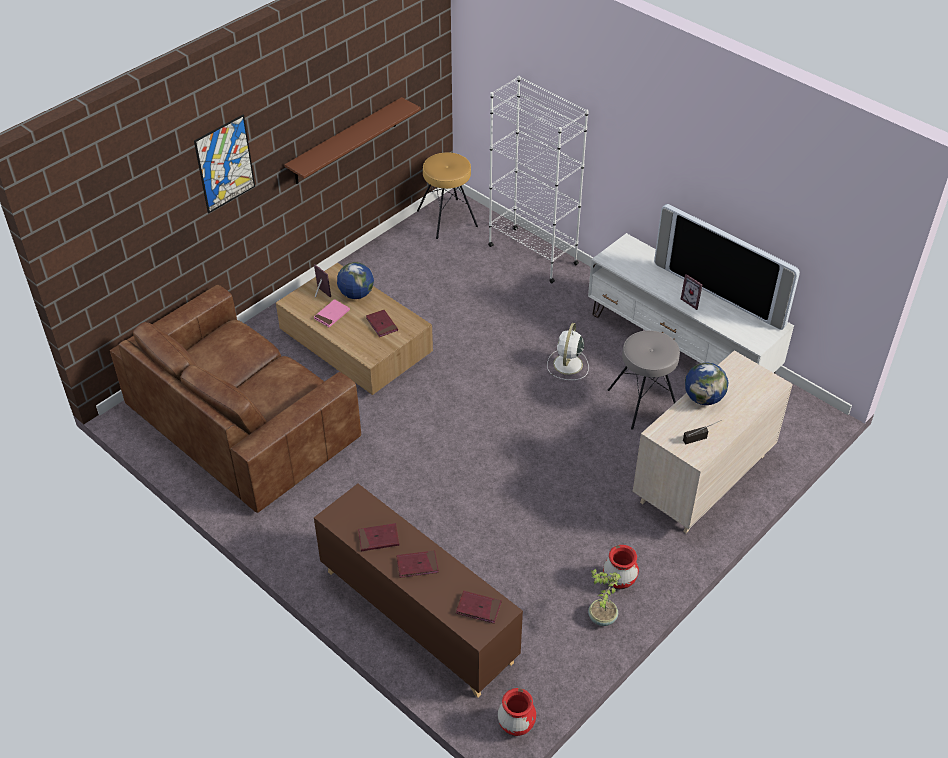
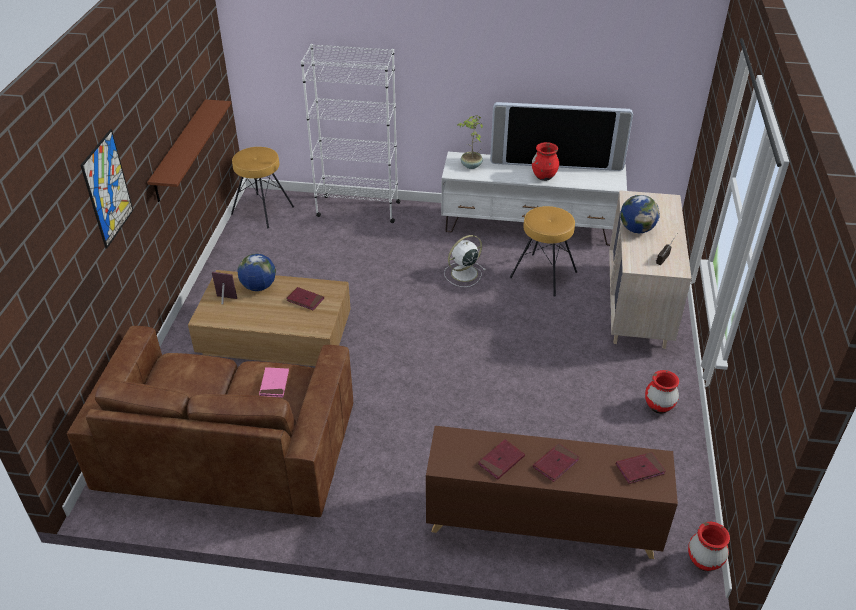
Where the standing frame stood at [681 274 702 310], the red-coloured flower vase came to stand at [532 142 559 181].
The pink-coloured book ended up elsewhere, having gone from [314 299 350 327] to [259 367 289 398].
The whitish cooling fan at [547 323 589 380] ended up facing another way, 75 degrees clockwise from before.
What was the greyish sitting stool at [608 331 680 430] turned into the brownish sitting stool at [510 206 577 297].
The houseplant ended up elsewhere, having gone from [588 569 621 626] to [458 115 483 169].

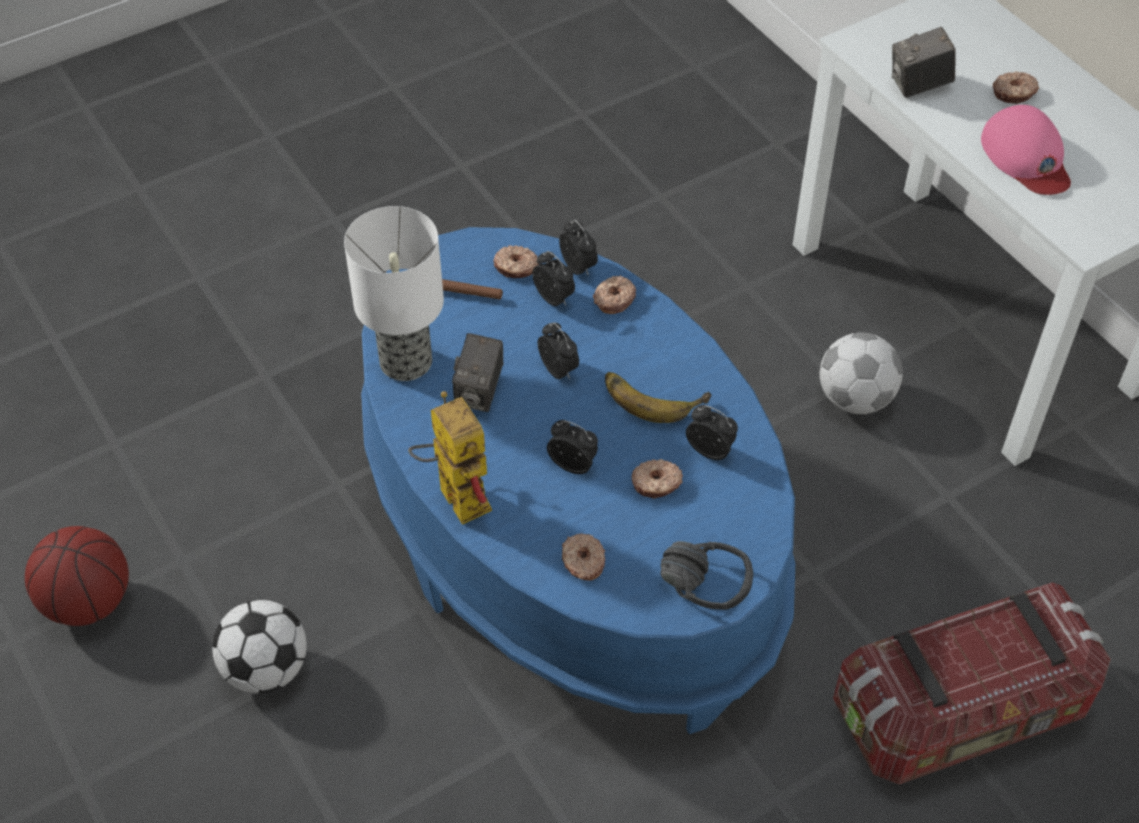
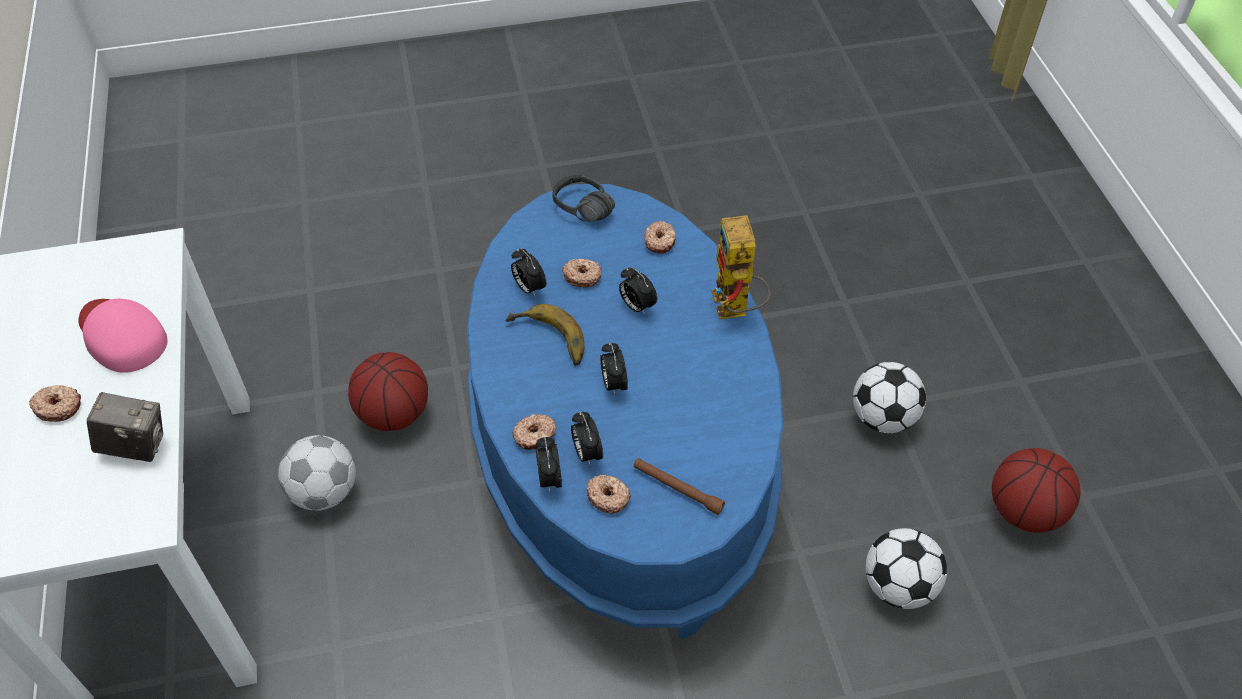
The pink-coloured cap at [981 105 1071 195] ended up facing another way, 45 degrees counterclockwise from before.
The second view lost the table lamp at [344 206 444 381].
The second view lost the photo camera at [452 333 503 412].
The second view lost the storage box at [833 582 1111 784].
The second view gained the basketball at [348 352 428 431].
The second view gained the ball for football at [865 528 947 609].

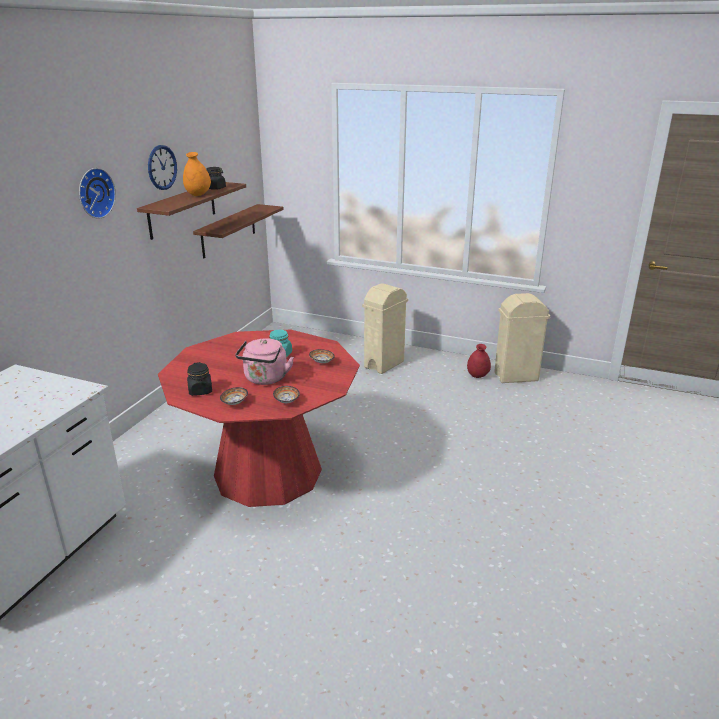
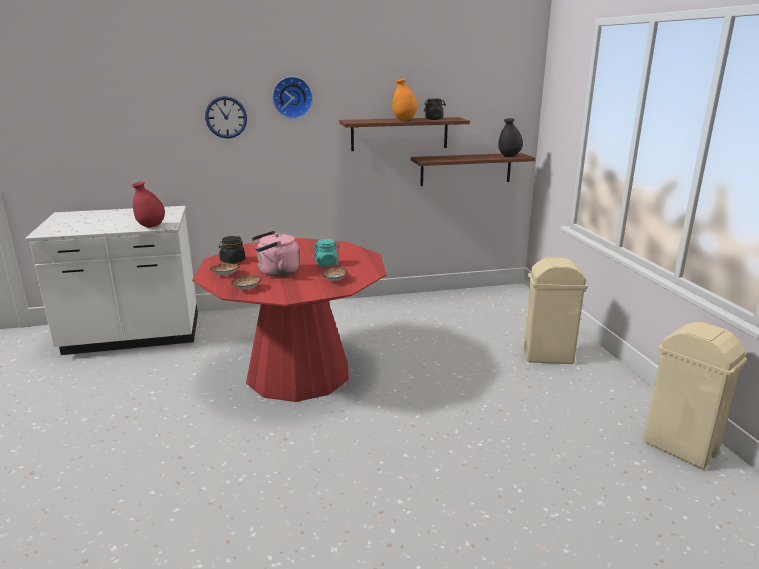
The wall clock ended up elsewhere, having gone from [148 145 177 190] to [205 96 247 139].
The red-coloured flower vase ended up elsewhere, having gone from [467 344 491 378] to [132 182 165 228].
The second view gained the blackish flower vase at [498 118 523 157].

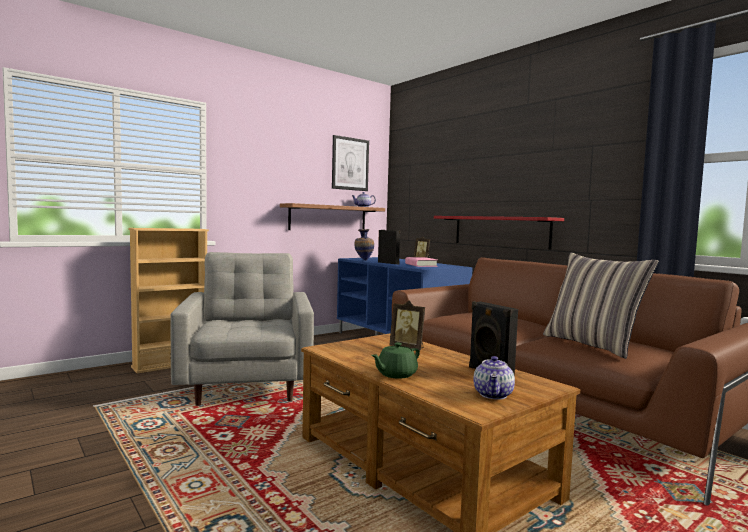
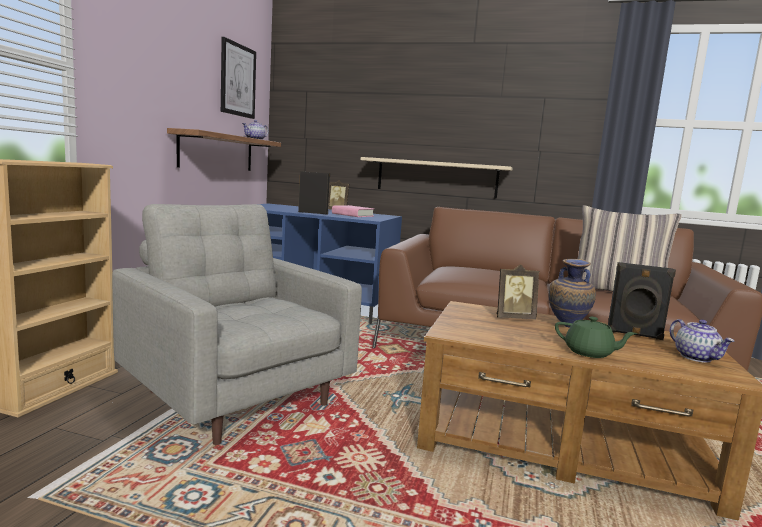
What was the red-coloured bracket shelf at [434 216 564 250] turned into the beige-coloured bracket shelf at [361 157 512 199].
The flower vase ended up elsewhere, having gone from [354 229 374 261] to [549 259 596 328].
The greenish pot for tea at [371 342 420 379] ended up facing another way, 75 degrees counterclockwise from before.

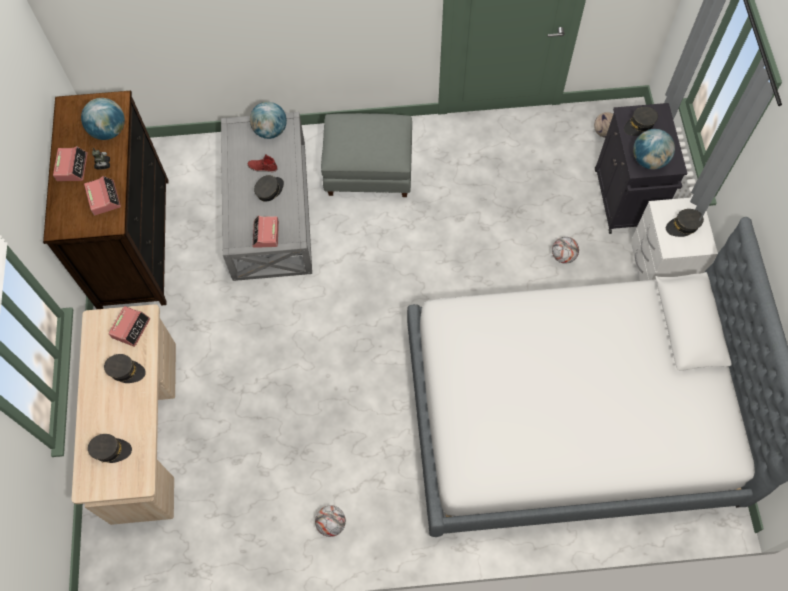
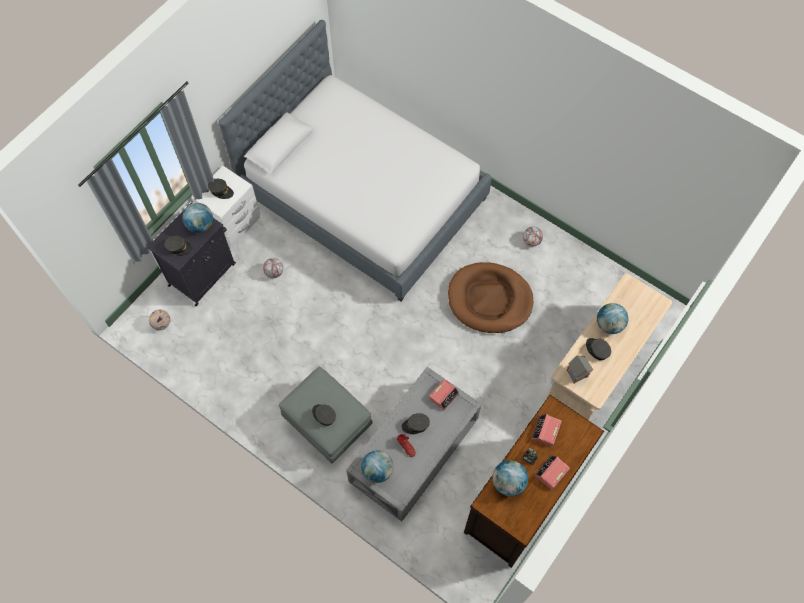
Where the bedside clock stood at [108 306 151 347], the toy house came to stand at [566 355 593 384].
The greyish cap ended up elsewhere, having gone from [88 434 132 463] to [312 404 336 426].
The second view gained the brownish pet bed at [448 262 533 333].
The second view gained the globe at [597 303 628 334].

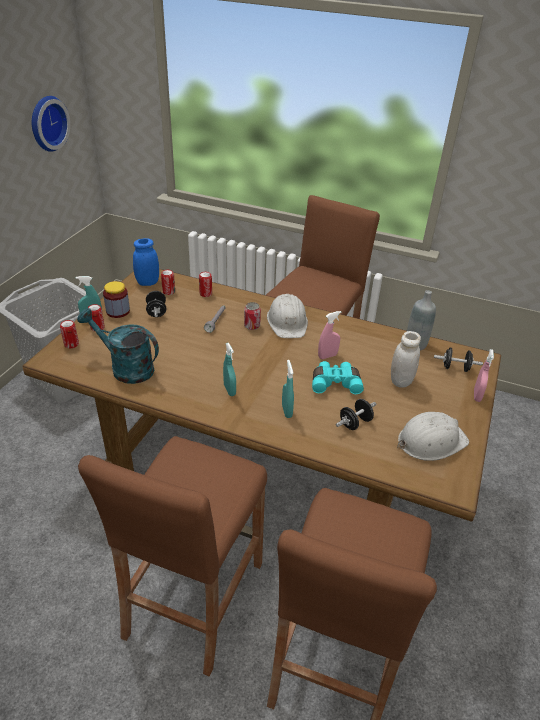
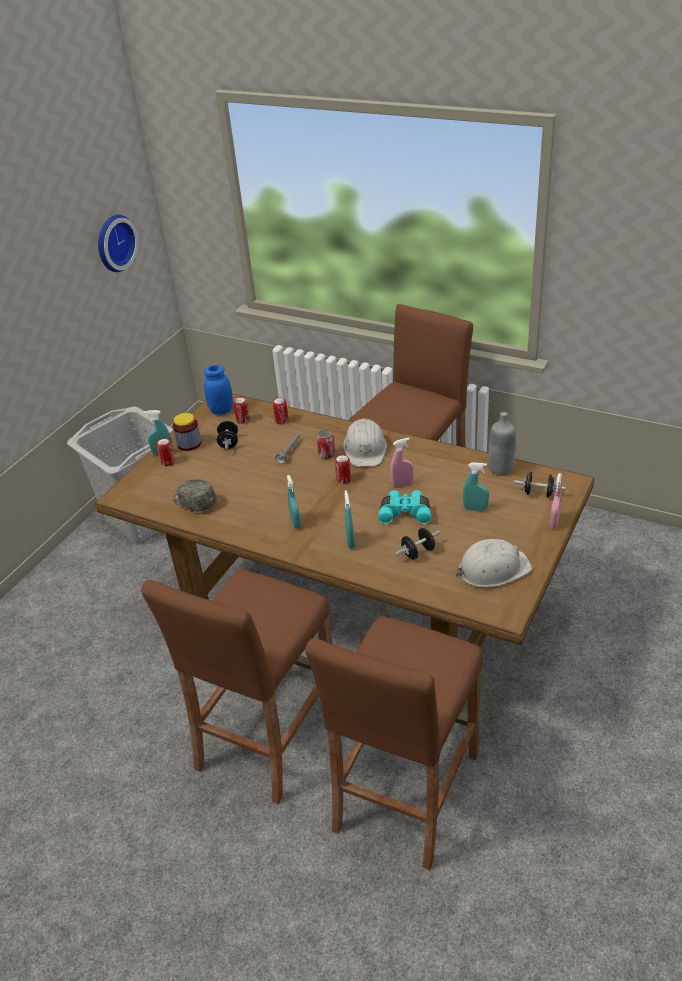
Where the turquoise sprinkling can stood at [77 308 159 384], the greyish cap came to stand at [173 479 217 512].
The can ended up elsewhere, having gone from [60 320 79 348] to [335 455 351 484].
Where the whitish storage jar stood at [391 331 421 388], the turquoise hand sprayer came to stand at [463 462 489 511].

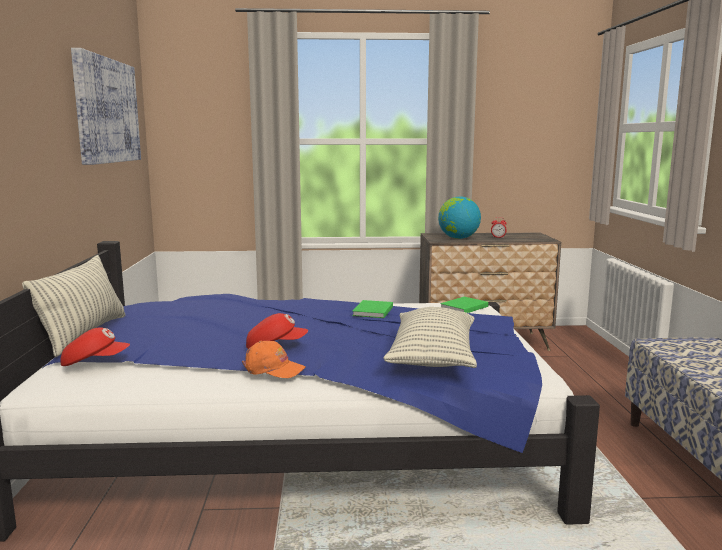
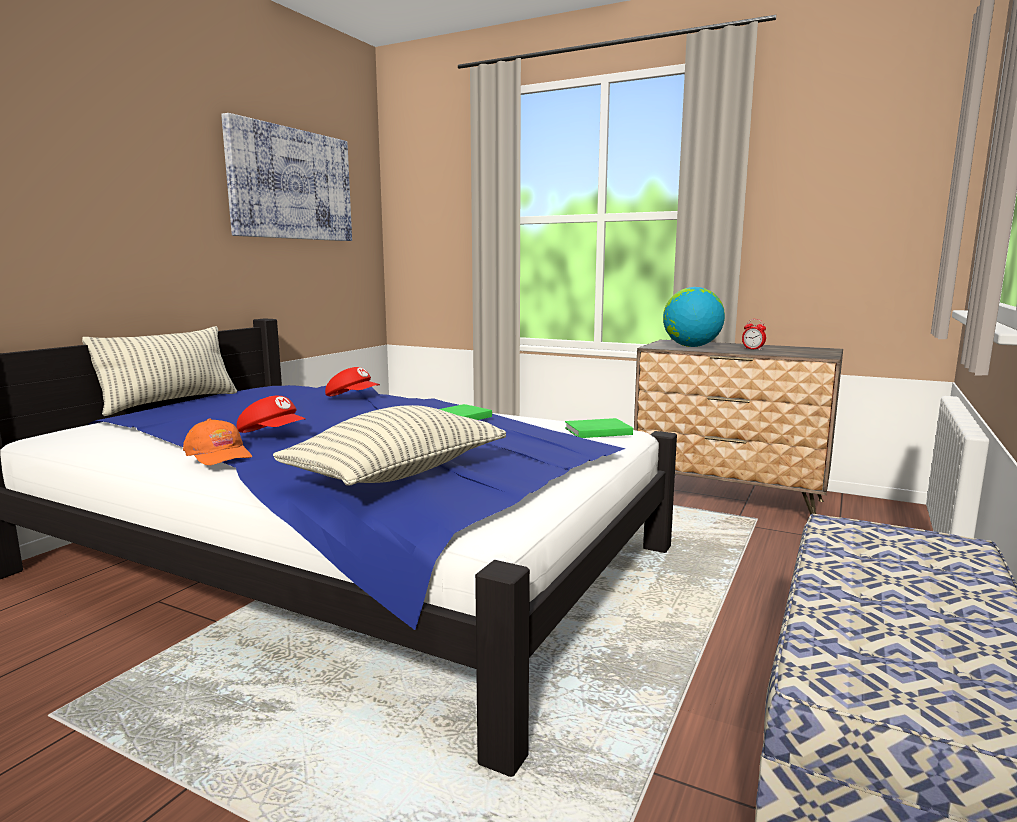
The red-coloured cap ended up elsewhere, having gone from [60 327 130 366] to [325 367 380 396].

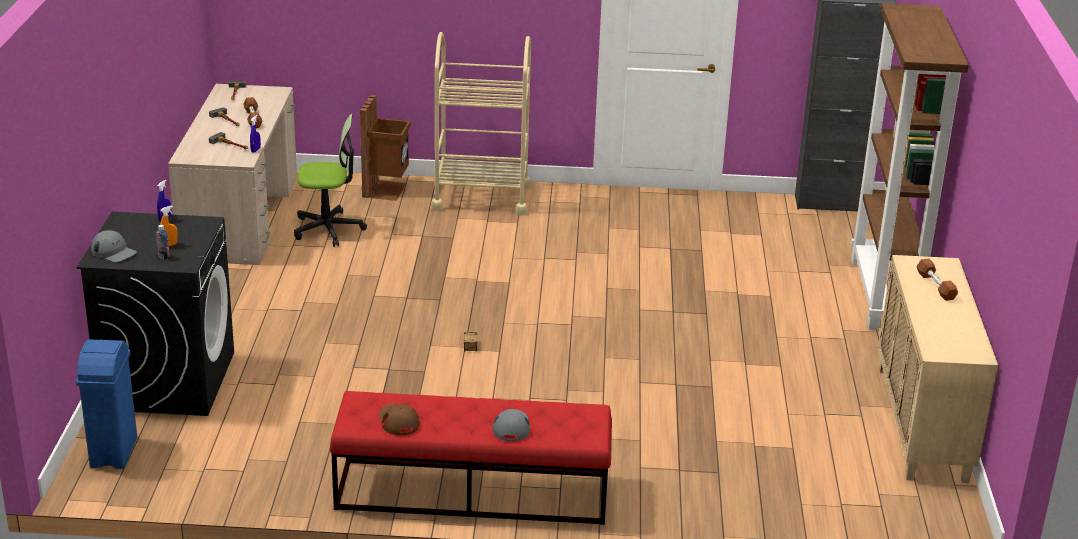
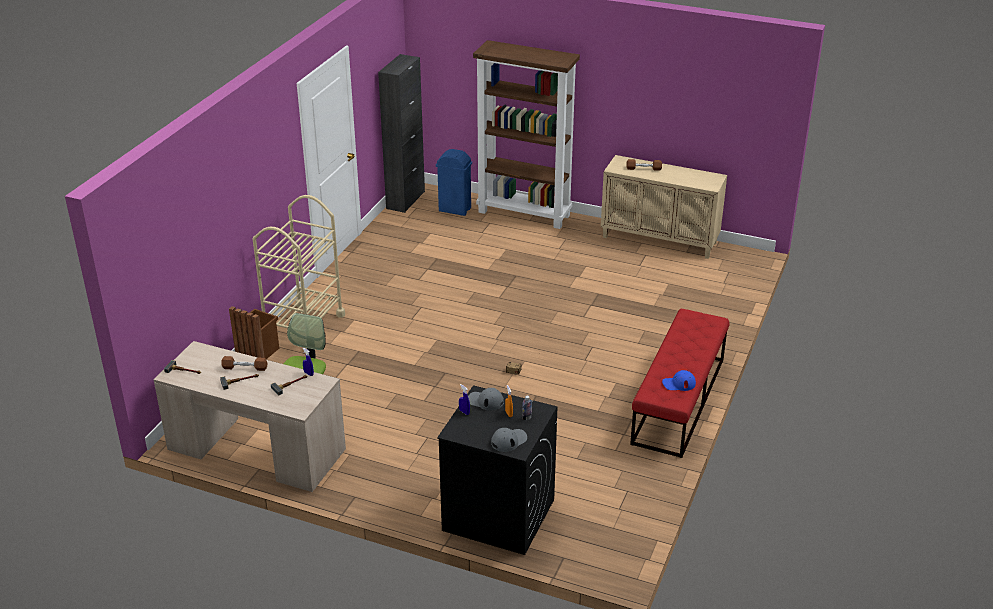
The blue-coloured waste bin ended up elsewhere, having gone from [76 340 137 469] to [436 149 472 216].
What was the brownish cap at [379 404 420 436] turned into the blue-coloured cap at [662 370 696 391].
The greyish cap ended up elsewhere, having gone from [493 409 530 442] to [468 388 504 411].

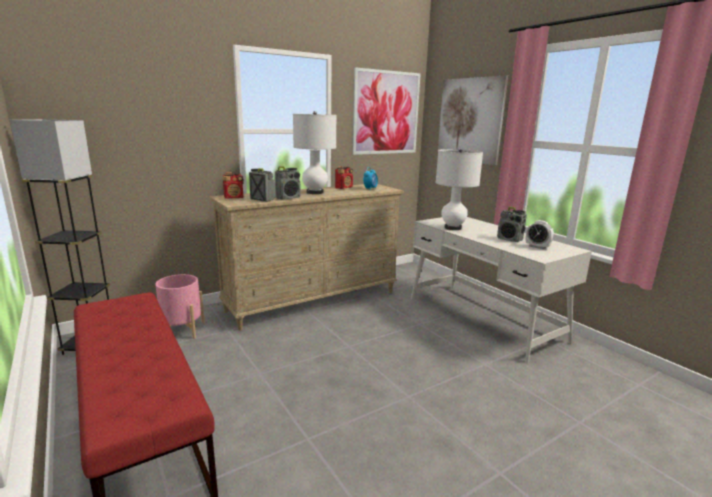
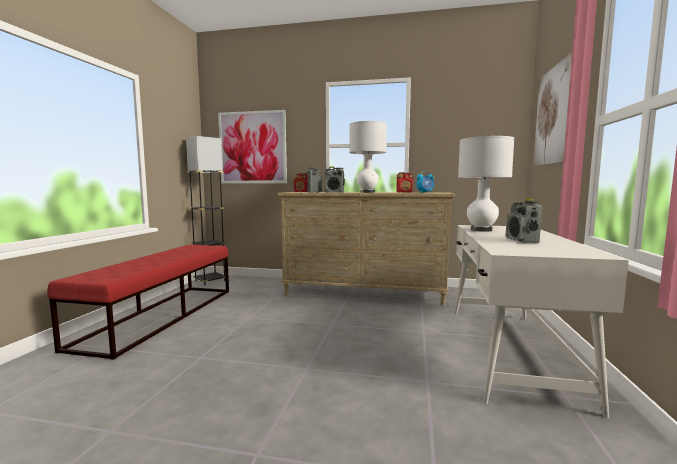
The wall picture ended up elsewhere, having gone from [352 67 420 155] to [218 110 287 183].
The second view lost the bedside clock at [526 220 554 249].
The second view lost the pink-coloured planter at [155 274 205 339].

